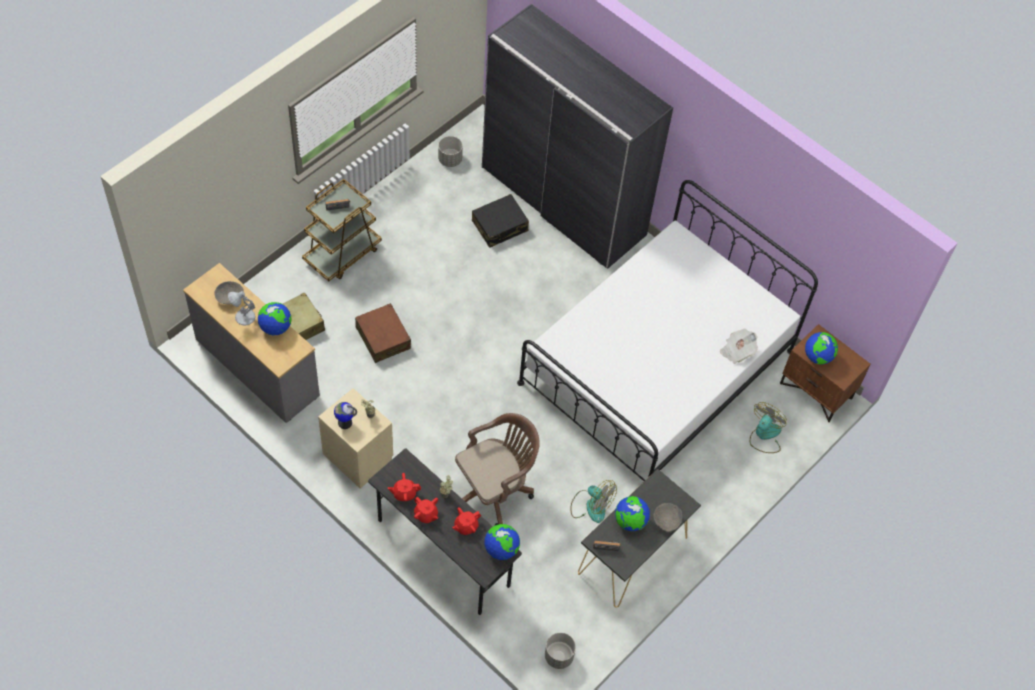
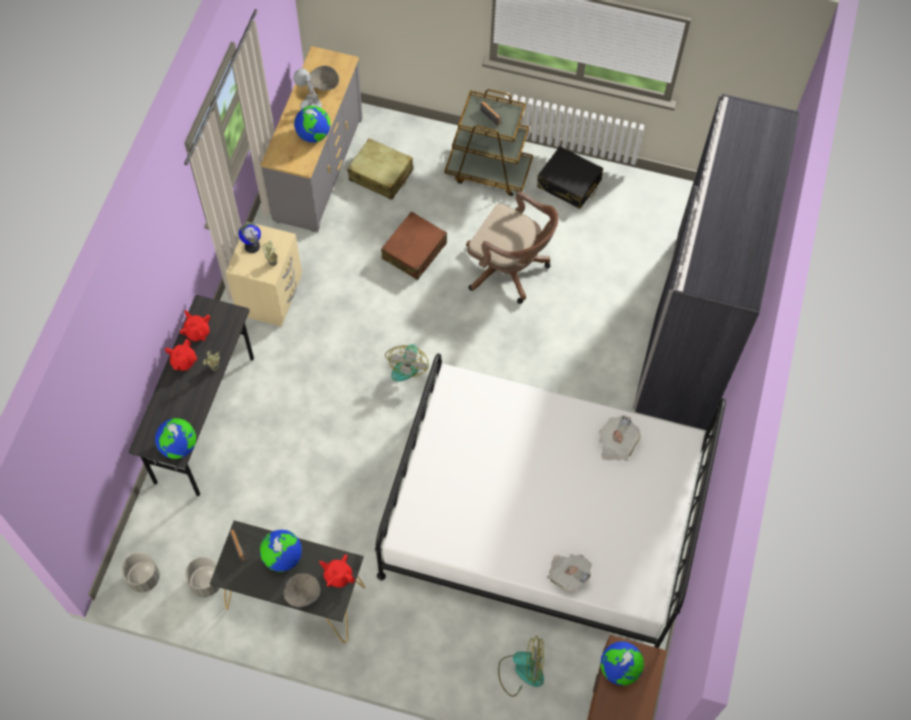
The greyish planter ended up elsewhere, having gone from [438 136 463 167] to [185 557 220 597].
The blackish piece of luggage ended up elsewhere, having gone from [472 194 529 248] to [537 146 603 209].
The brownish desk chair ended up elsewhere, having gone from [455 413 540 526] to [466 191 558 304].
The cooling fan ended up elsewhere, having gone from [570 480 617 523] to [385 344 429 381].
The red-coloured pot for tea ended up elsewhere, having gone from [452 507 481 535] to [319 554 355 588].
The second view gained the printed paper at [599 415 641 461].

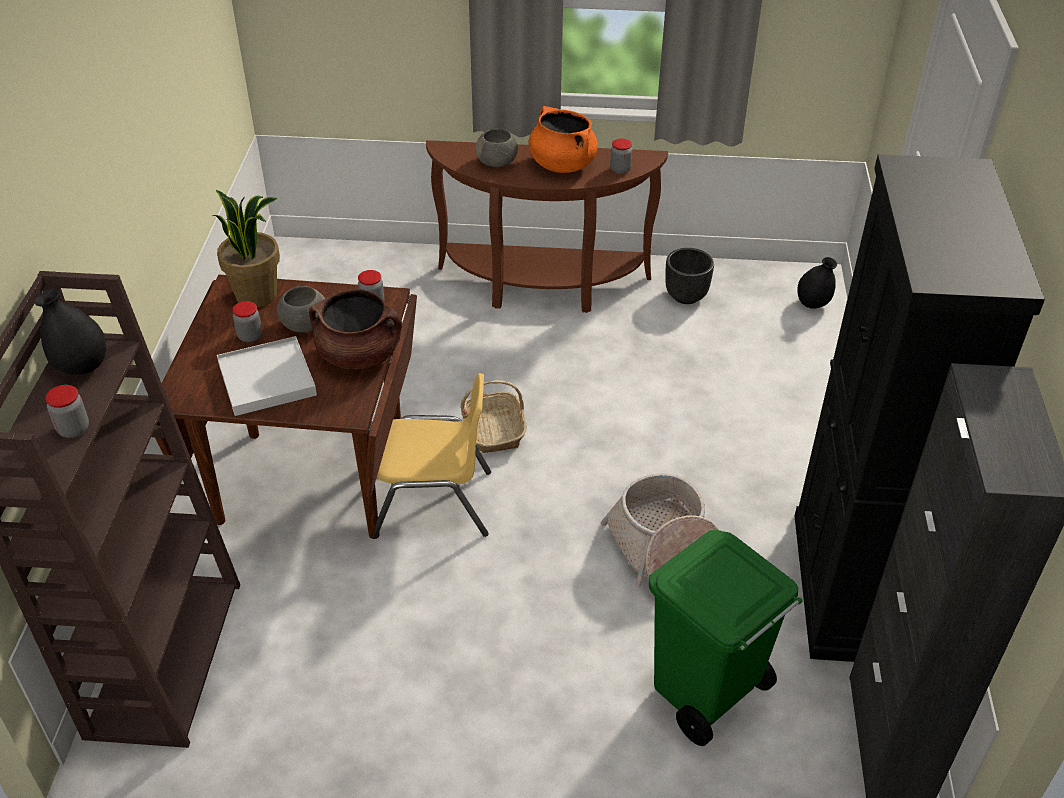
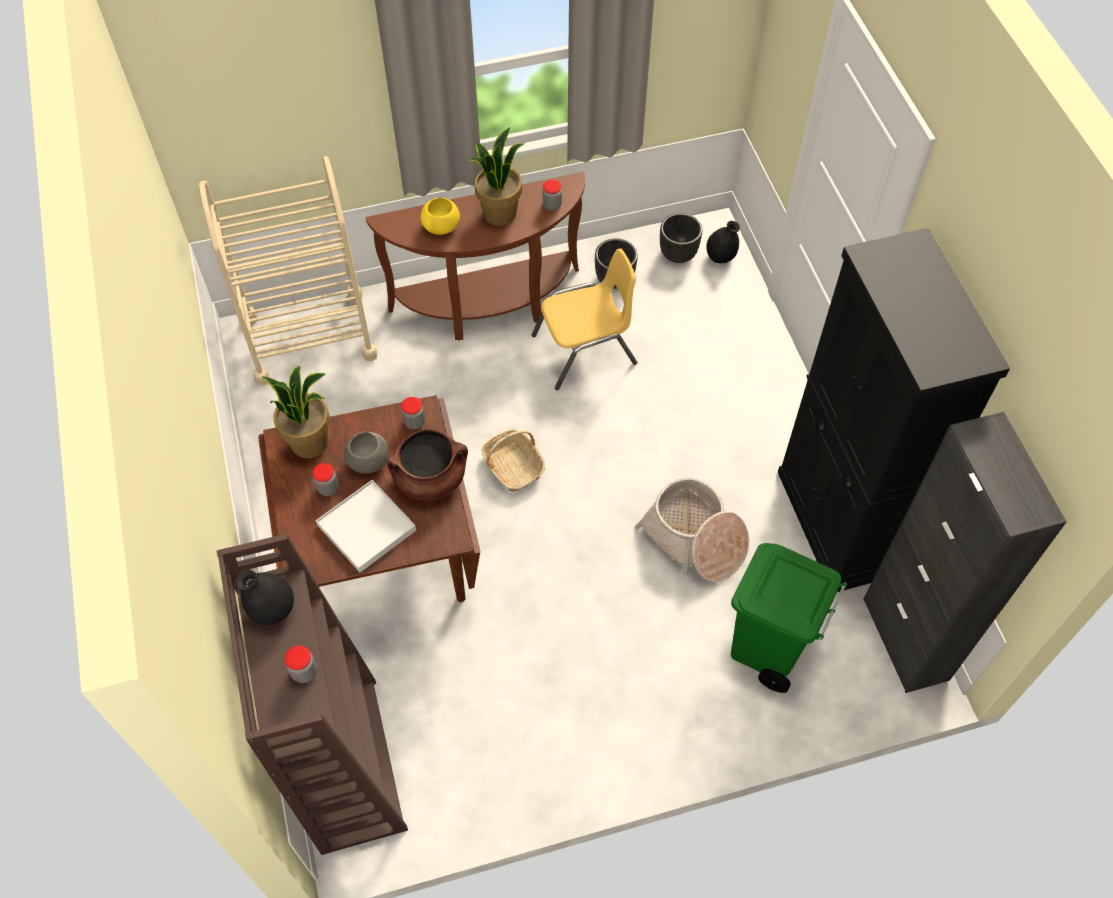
Where the orange saucepot stood at [529 106 598 173], the houseplant came to stand at [469 127 524 226].
What was the greyish deep dish at [475 129 518 167] turned into the yellow deep dish at [421 198 460 235].
The yellow upright chair ended up elsewhere, having gone from [372 373 491 539] to [532 249 637 390].
The second view gained the beige-coloured cart at [199 156 378 385].
The second view gained the blackish planter at [660 213 702 263].

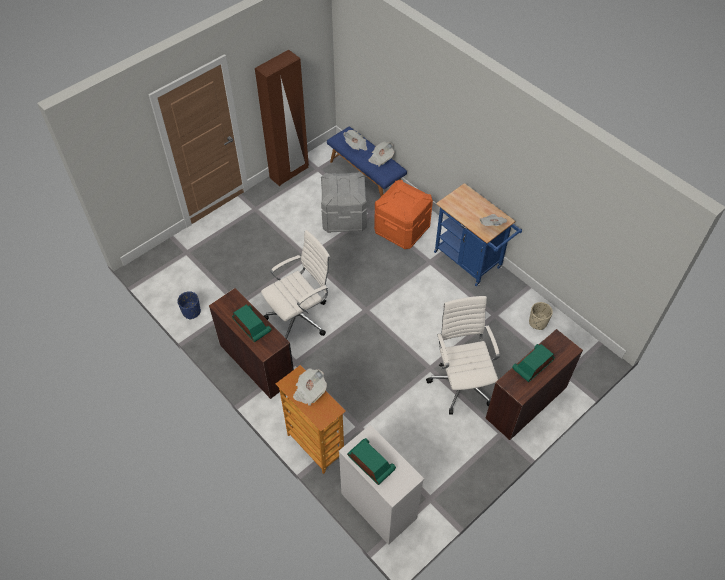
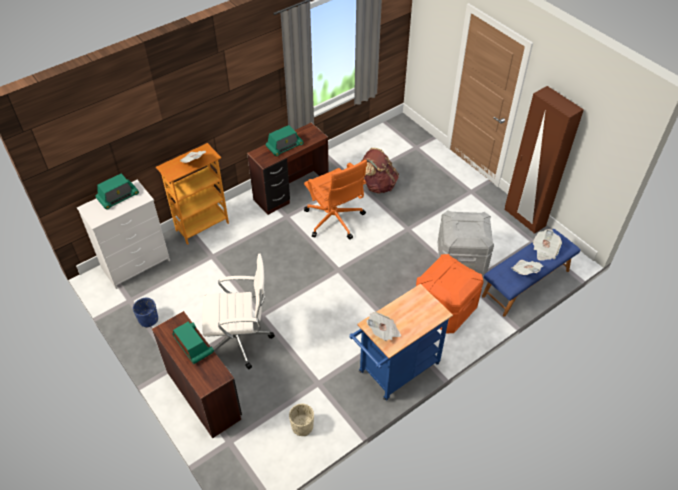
What was the whitish desk chair at [261 230 331 339] turned into the orange desk chair at [304 160 367 239].
The blue-coloured planter ended up elsewhere, having gone from [177 291 201 319] to [133 298 158 328].
The second view gained the brownish rucksack at [362 148 399 194].

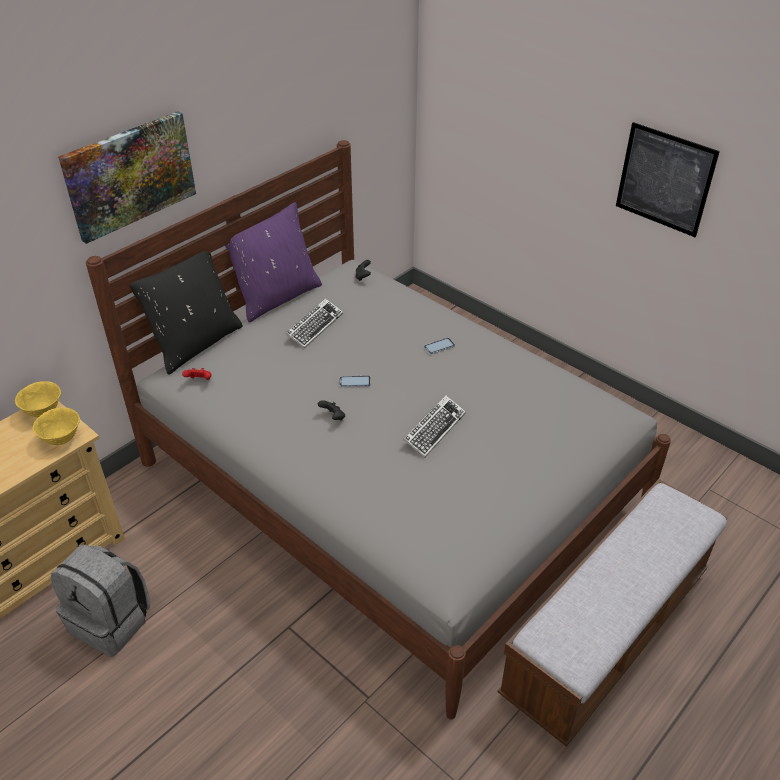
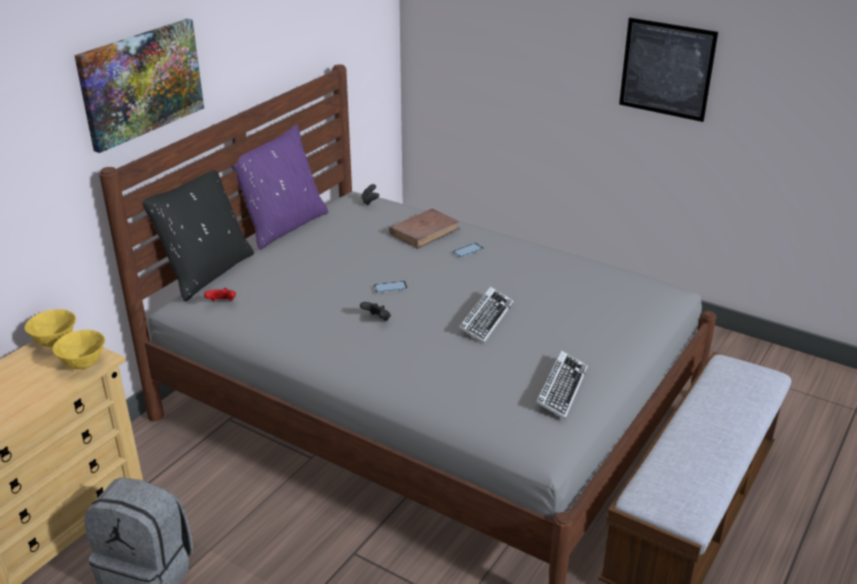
The PC keyboard ended up elsewhere, having gone from [285 299 343 348] to [536 351 588 419].
The second view gained the brownish book at [389 208 460 249].

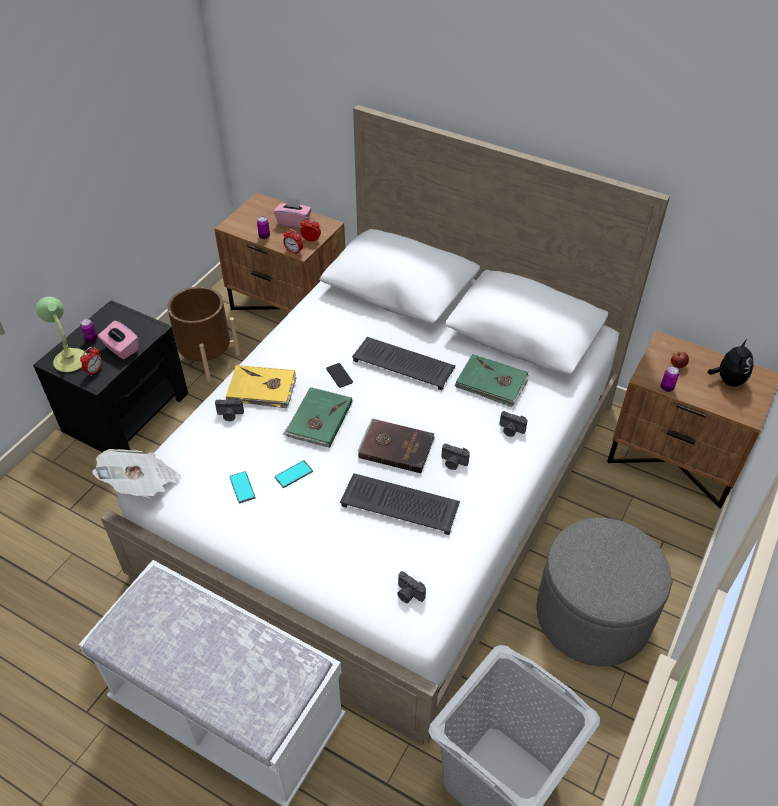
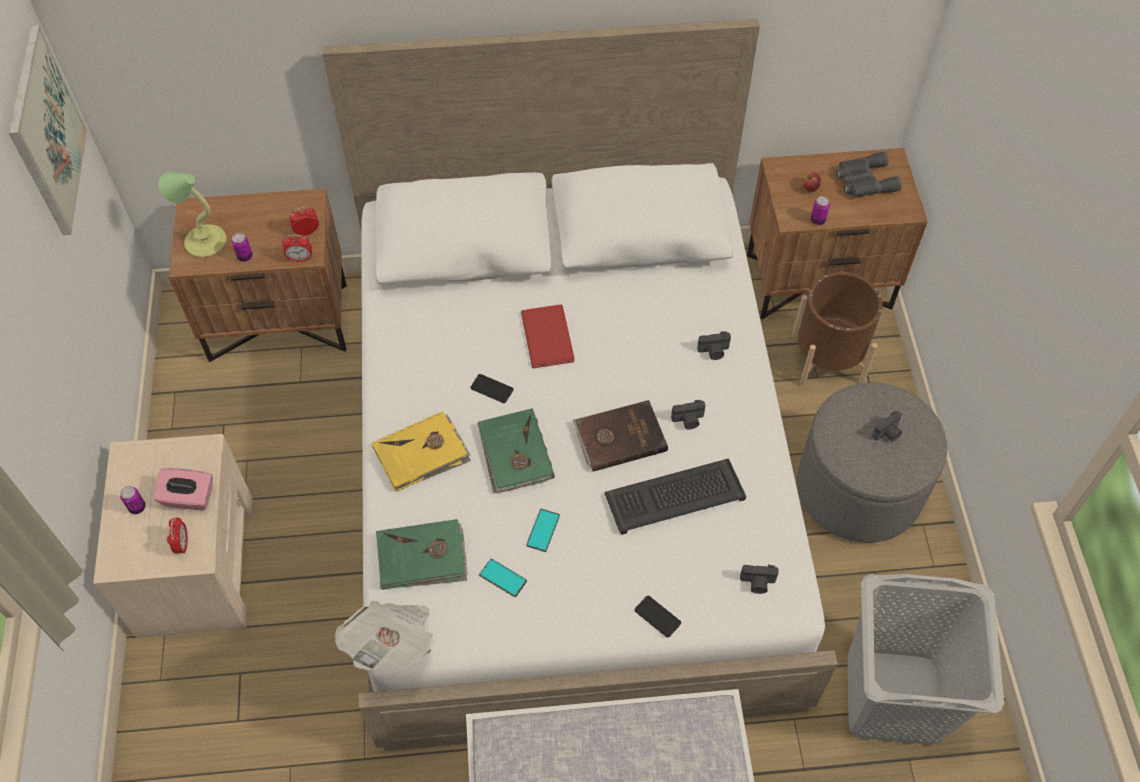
The second view lost the pink-coloured tissue holder at [274 197 312 228].
The brownish planter ended up elsewhere, having gone from [167 287 240 382] to [792 272 883 386].
The table lamp ended up elsewhere, having gone from [36 297 87 372] to [158 172 226 257].
What was the blackish night table at [33 300 188 452] turned into the beige-coloured night table at [93 434 253 638].
Where the PC keyboard stood at [352 337 456 390], the red-coloured book came to stand at [521 304 575 368].
Where the cuddly toy stood at [707 339 754 387], the greyish field glasses came to stand at [836 151 902 198].
The greenish book ended up elsewhere, having gone from [455 354 528 407] to [376 519 468 590].
The photo camera ended up elsewhere, having gone from [215 398 244 421] to [872 411 902 442].
The second view gained the wall picture at [9 25 88 235].
The second view gained the telephone at [635 596 681 637].

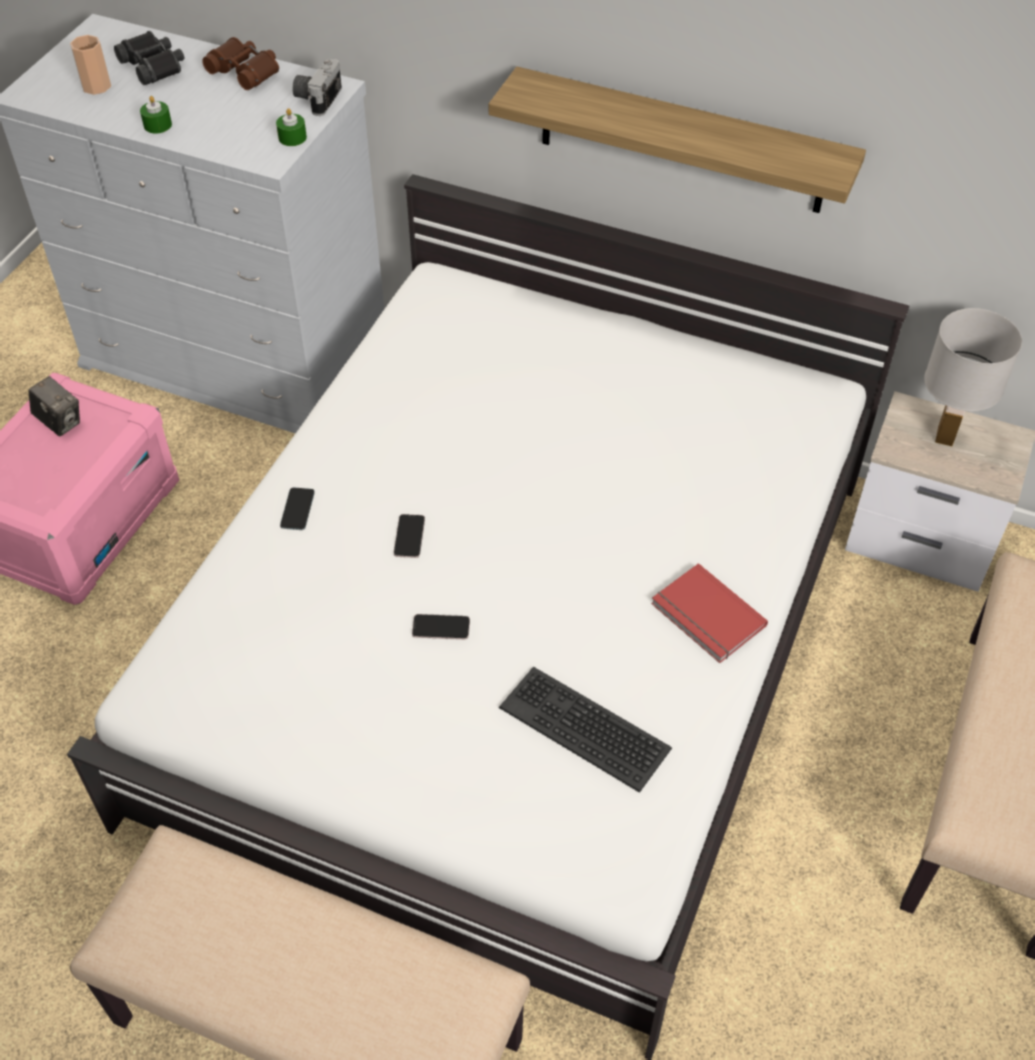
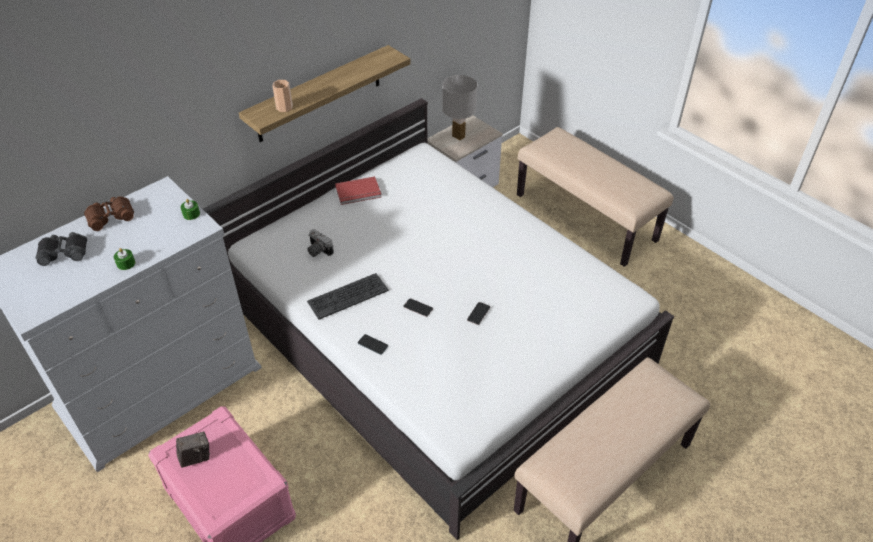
The cup ended up elsewhere, having gone from [70 35 111 95] to [272 80 293 112].
The photo camera ended up elsewhere, having gone from [292 59 342 116] to [307 229 334 257].
The red-coloured book ended up elsewhere, having gone from [651 563 768 663] to [335 176 381 205].
The PC keyboard ended up elsewhere, having gone from [499 667 672 793] to [307 273 389 320].

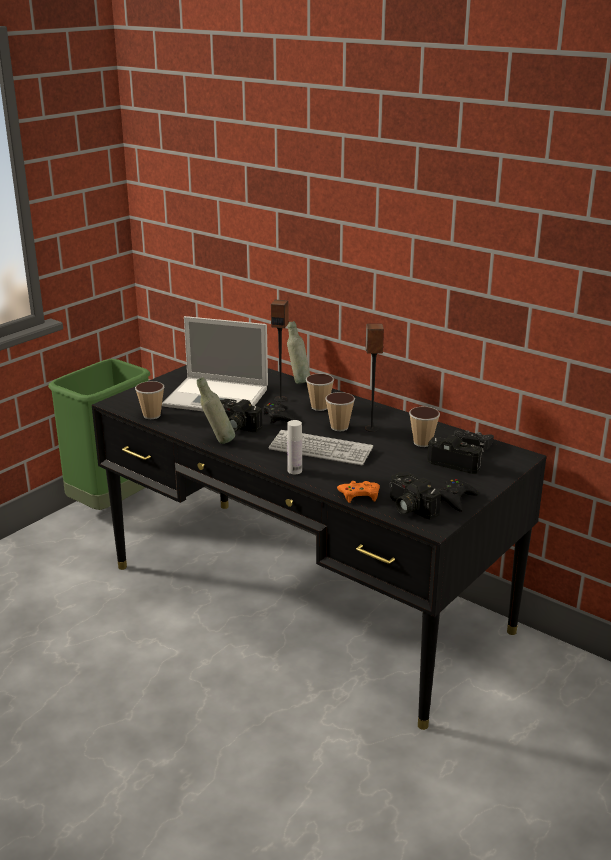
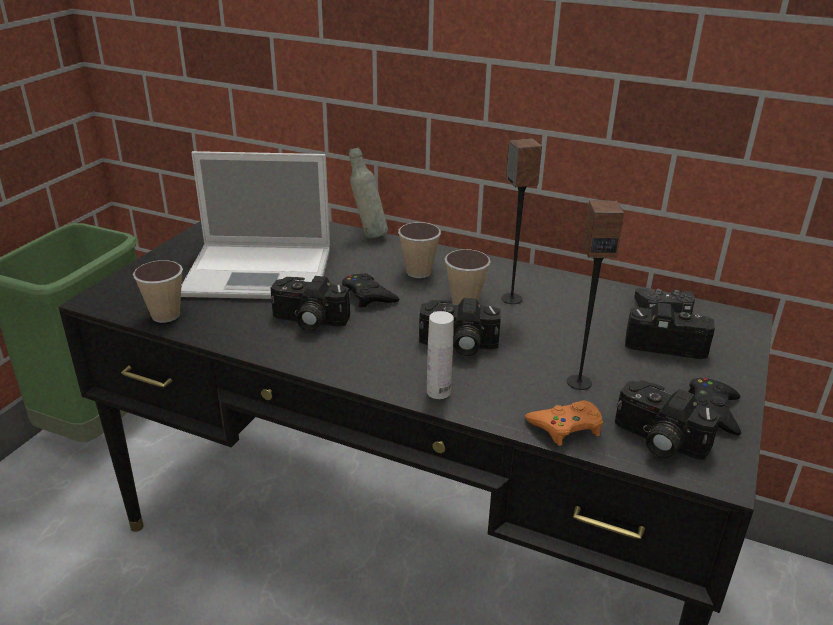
The loudspeaker ended up elsewhere, having gone from [271 299 289 402] to [567 200 624 390].
The second view lost the greyish bottle at [197 377 235 444].
The second view lost the cup at [409 407 440 447].
Where the PC keyboard stood at [268 430 373 465], the photo camera came to stand at [419 298 501 356].

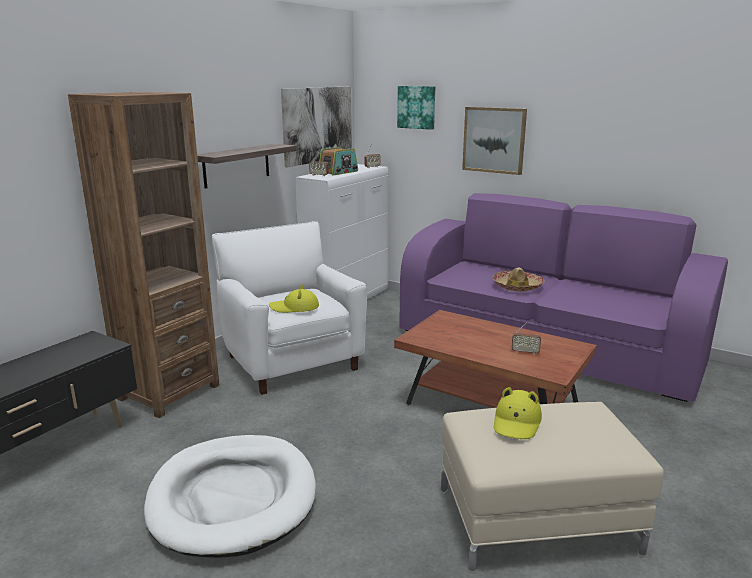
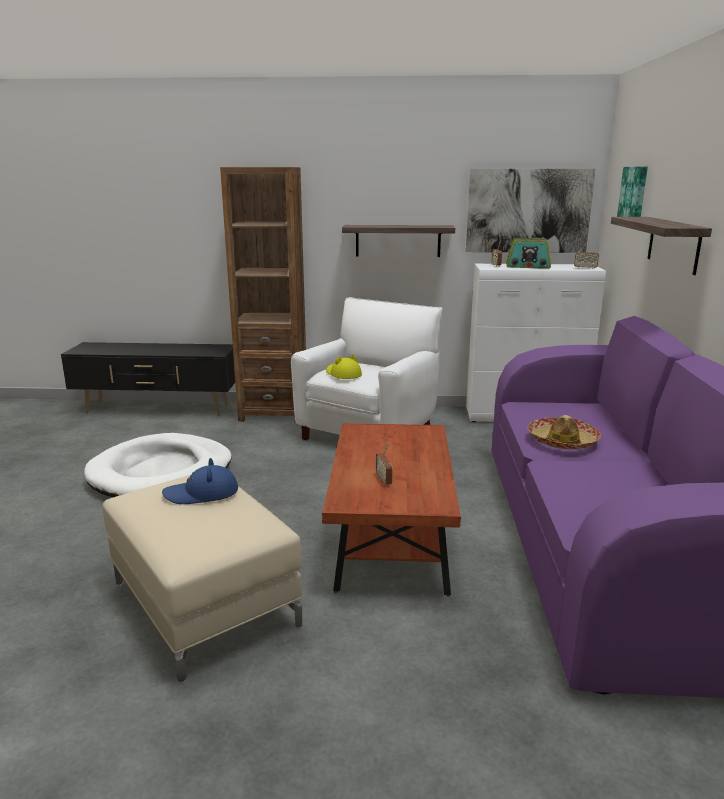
Where the wall picture hung at [462 107 527 175], the bracket shelf came to hang at [611 217 712 275].
What was the yellow wearable hat at [494 387 542 439] turned into the blue-coloured wearable hat at [162 458 238 504].

